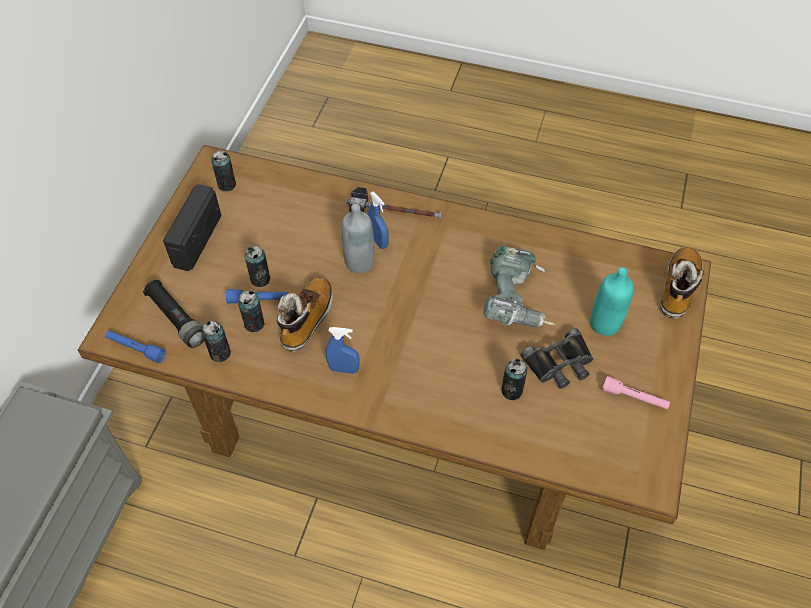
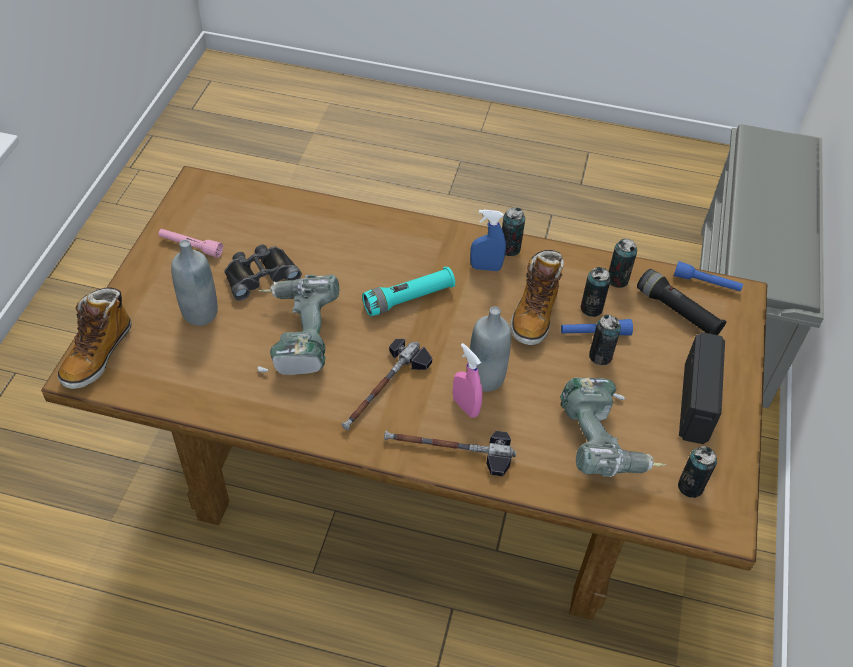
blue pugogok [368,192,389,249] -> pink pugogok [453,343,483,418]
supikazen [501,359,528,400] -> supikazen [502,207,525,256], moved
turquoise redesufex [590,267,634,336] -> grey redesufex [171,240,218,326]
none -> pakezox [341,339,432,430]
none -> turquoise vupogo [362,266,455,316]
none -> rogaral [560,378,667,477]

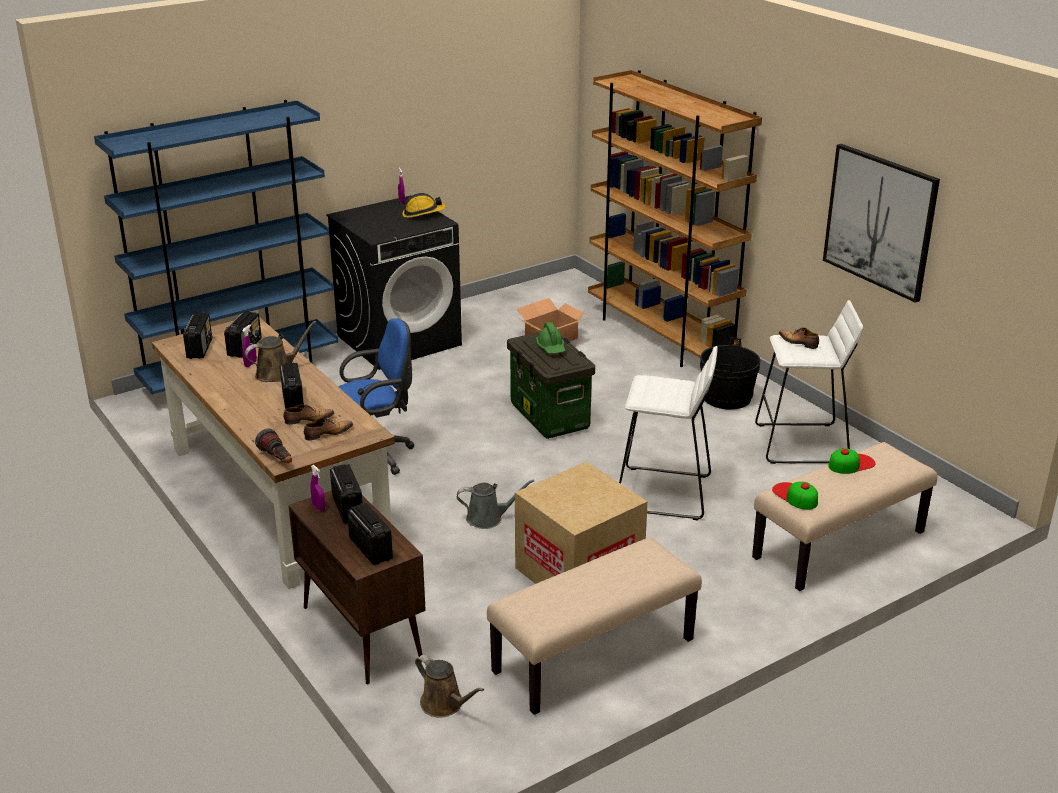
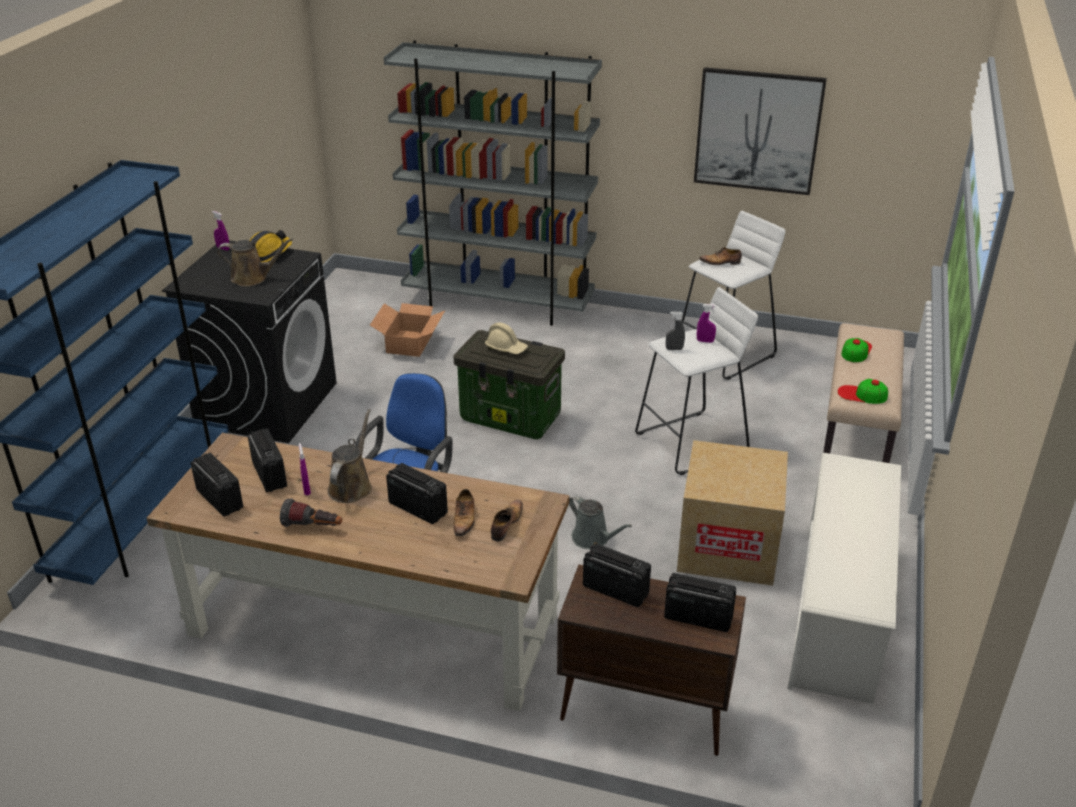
vupogo [255,428,292,463] -> vupogo [280,498,342,527], moved
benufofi [283,404,334,425] -> benufofi [454,489,474,536], 150 degrees clockwise
purple pugogok [311,465,325,511] -> purple pugogok [697,304,716,343], moved
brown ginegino [415,655,484,717] -> brown ginegino [217,238,293,286], moved
grey ginegino [457,480,534,529] -> grey ginegino [569,495,632,549], 90 degrees clockwise
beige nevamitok [487,537,702,715] -> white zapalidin [788,453,901,704]
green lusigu [536,322,566,354] -> beige lusigu [485,323,528,354]
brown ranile [588,70,762,367] -> grey ranile [384,40,602,326]
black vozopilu [700,337,760,409] -> none
none -> grey pugogok [666,312,685,350]

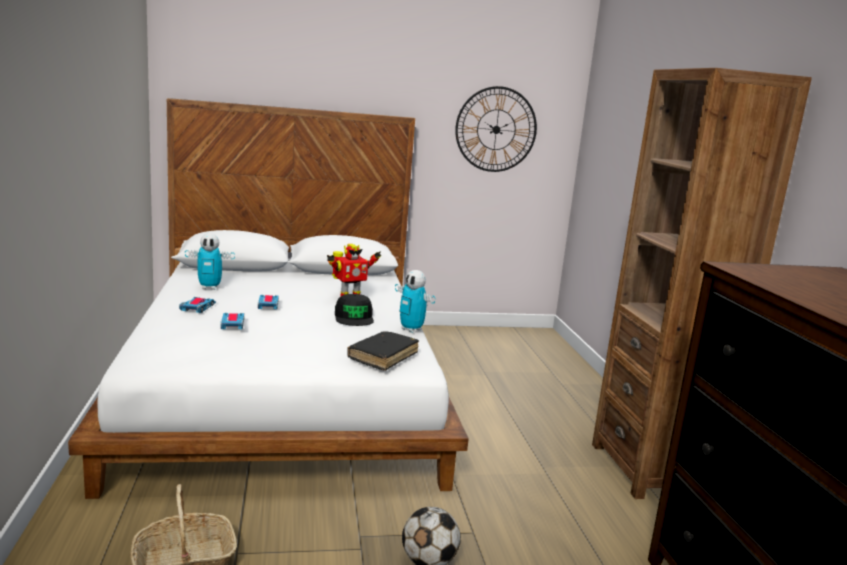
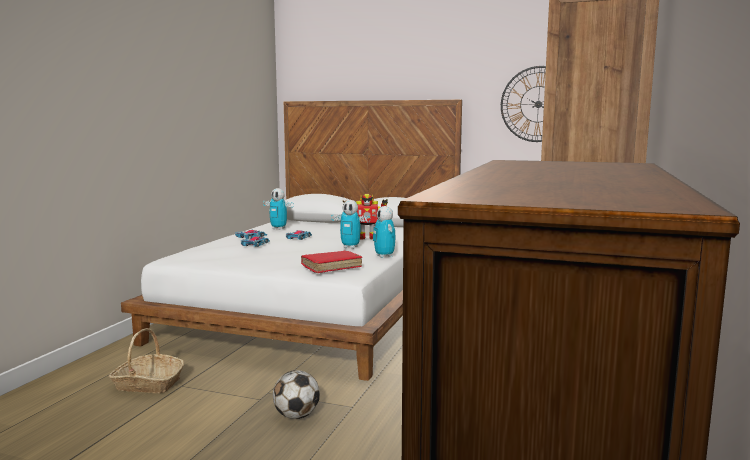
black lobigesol [335,294,374,326] -> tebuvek [331,200,370,249]
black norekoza [347,331,419,371] -> red norekoza [301,251,362,273]

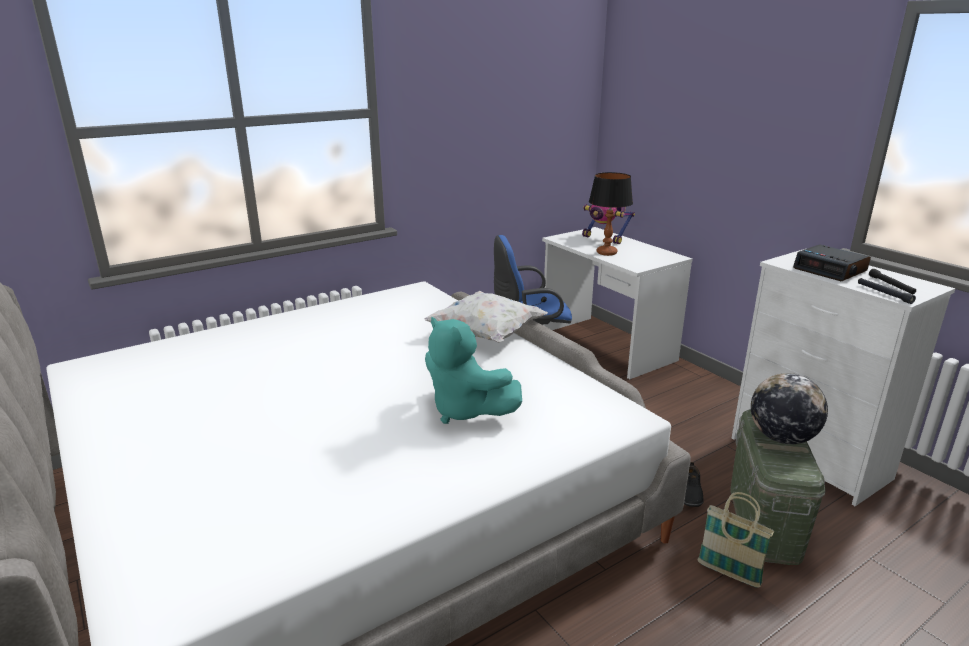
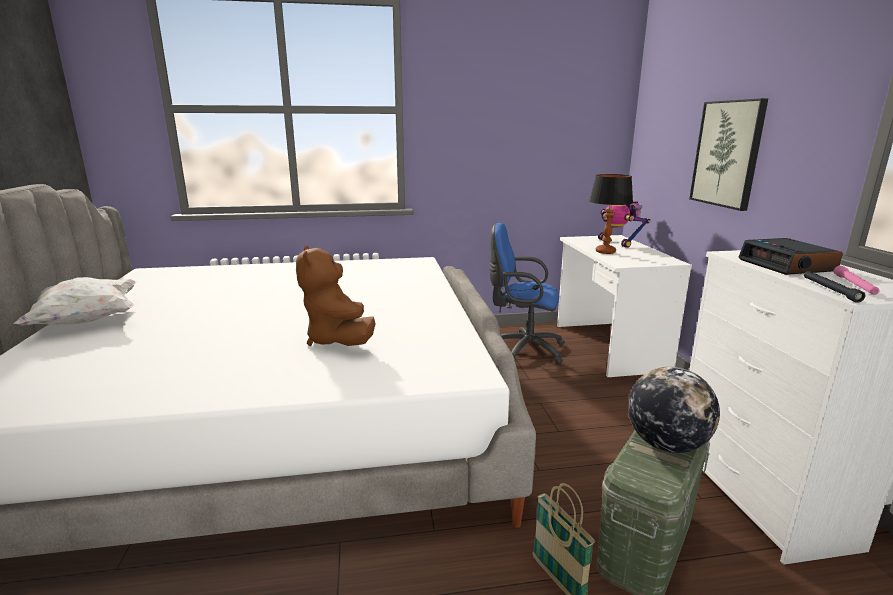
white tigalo [424,291,548,343] -> white tigalo [13,277,136,326], moved
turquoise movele [425,317,522,424] -> brown movele [296,245,375,346]
black benufofi [684,462,703,507] -> none
black vupogo [869,269,916,294] -> pink vupogo [833,266,880,295]
none -> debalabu [689,98,768,211]

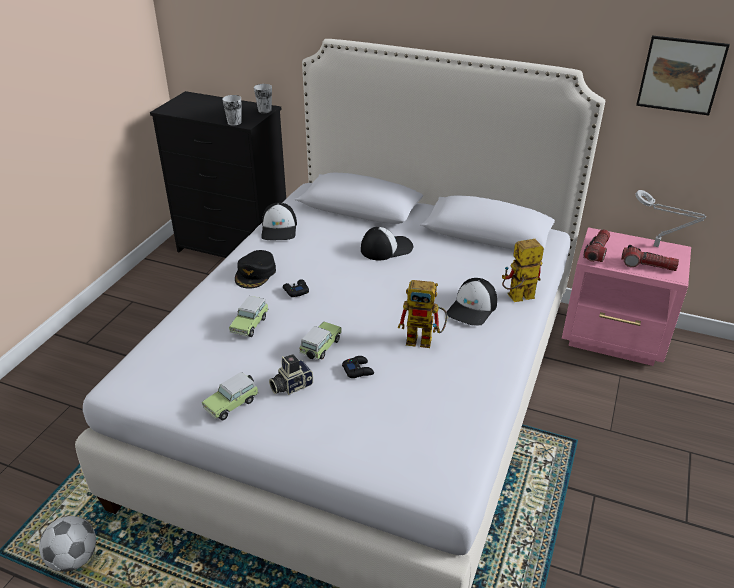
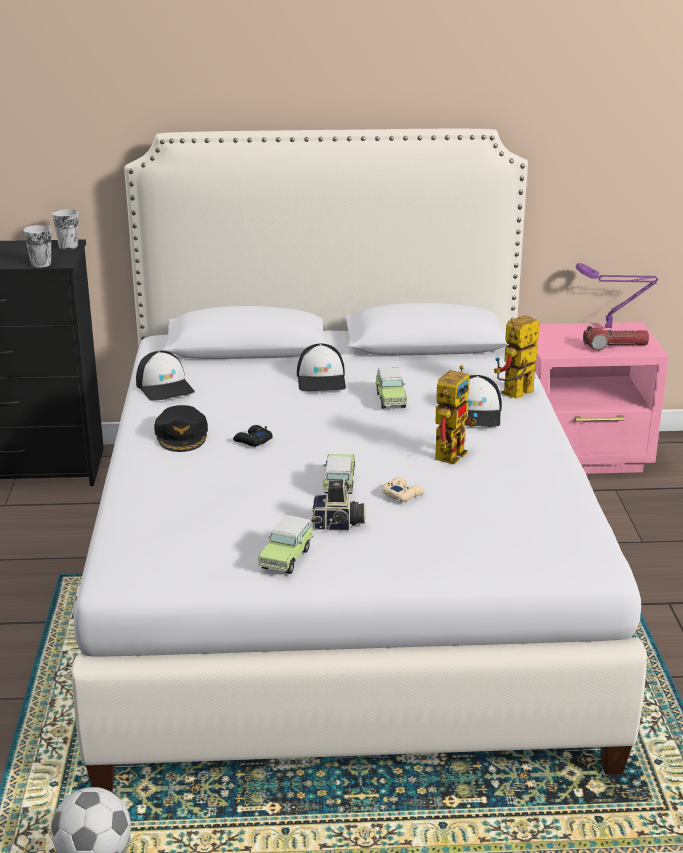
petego [229,296,269,337] -> petego [375,368,407,409], moved
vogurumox [269,354,313,395] -> vogurumox [312,479,365,531], 120 degrees counterclockwise
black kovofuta [342,356,374,378] -> beige kovofuta [382,477,424,502]
lobigesol [361,227,413,260] -> lobigesol [297,344,346,391], 135 degrees clockwise
tebuvek [398,280,447,348] -> tebuvek [435,365,477,465], 45 degrees counterclockwise
vupogo [583,229,610,262] -> none
debalabu [636,36,730,116] -> none
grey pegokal [636,190,706,247] -> purple pegokal [576,263,658,328]

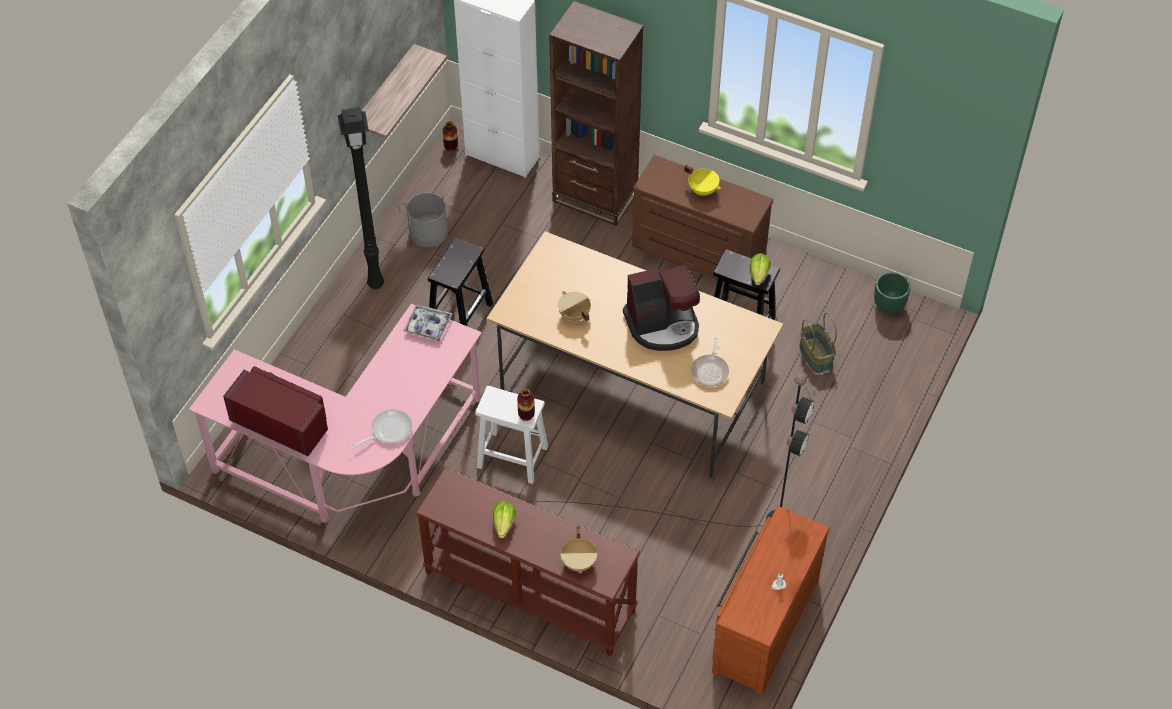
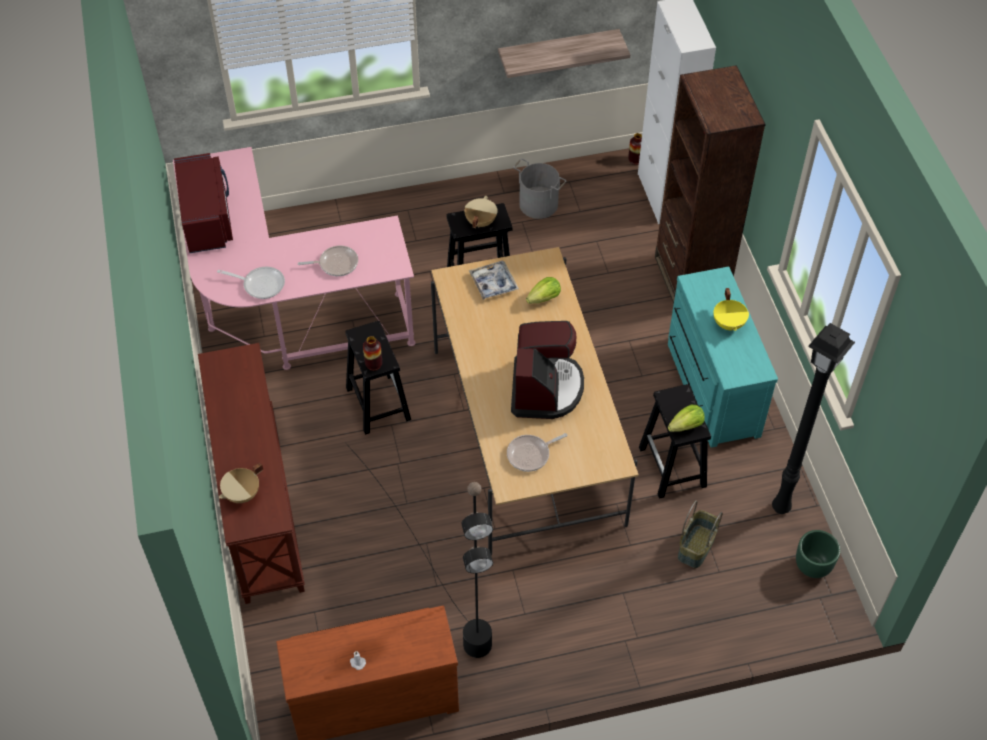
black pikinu [338,107,384,289] -> black pikinu [772,323,855,514], moved
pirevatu [403,305,452,341] -> pirevatu [468,261,519,300], moved
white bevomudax [475,386,548,484] -> black bevomudax [345,321,411,435]
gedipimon [493,501,516,538] -> gedipimon [526,277,561,304], moved
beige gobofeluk [558,291,591,321] -> beige gobofeluk [464,196,498,228], moved
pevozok [623,264,700,351] -> pevozok [511,321,584,419], 120 degrees counterclockwise
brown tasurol [632,155,773,290] -> turquoise tasurol [668,267,778,448]
none -> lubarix [298,246,358,276]

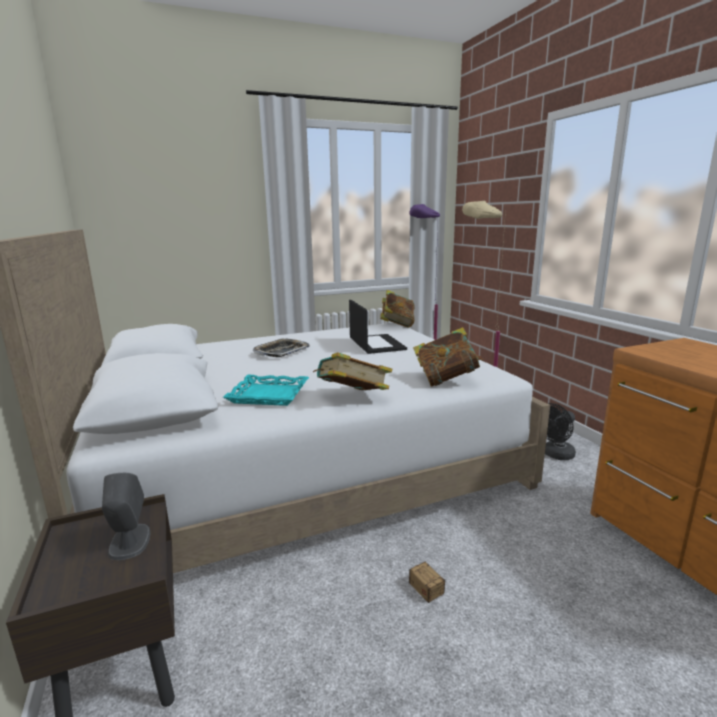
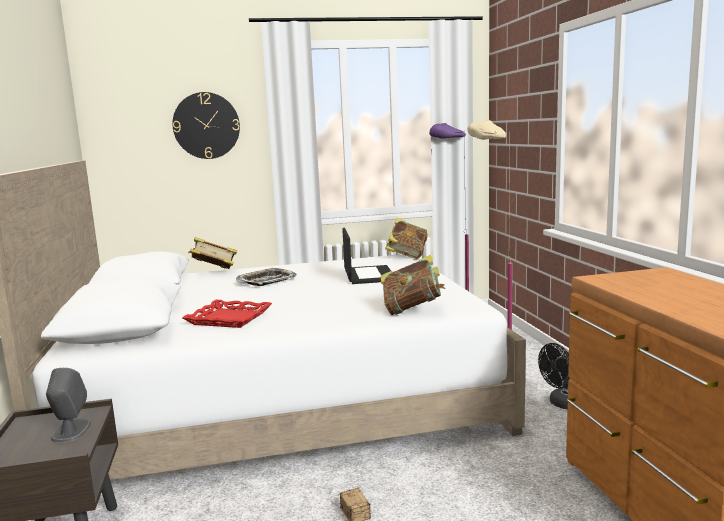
turquoise pirevatu [223,375,309,406] -> red pirevatu [182,300,272,328]
norekoza [313,352,392,390] -> norekoza [188,237,237,269], moved
none -> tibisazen [172,92,240,159]

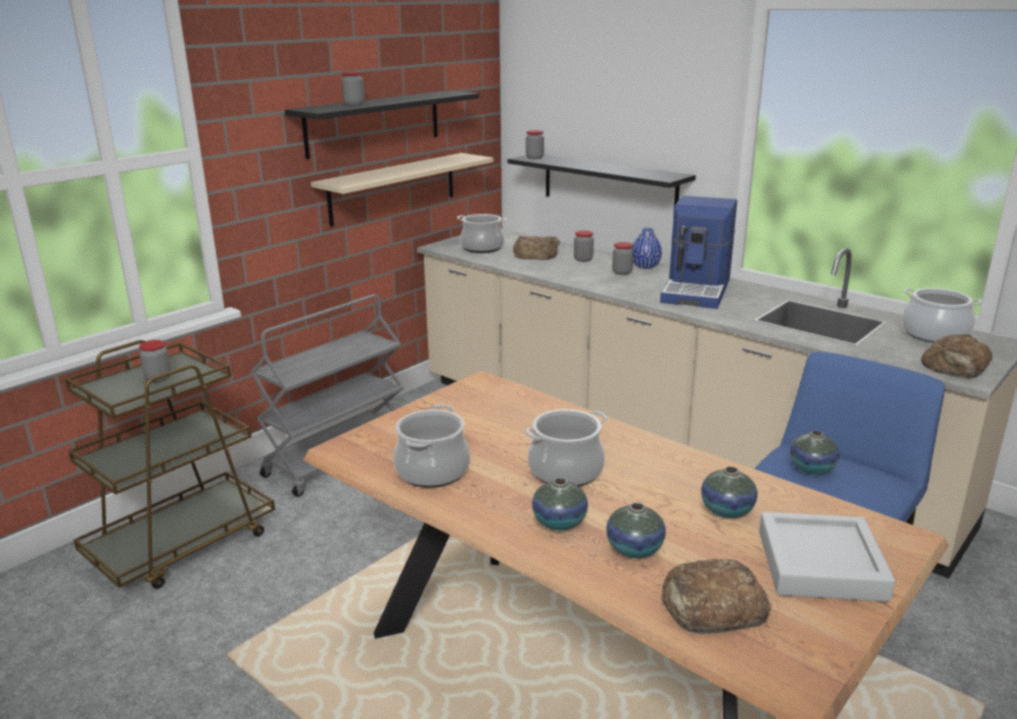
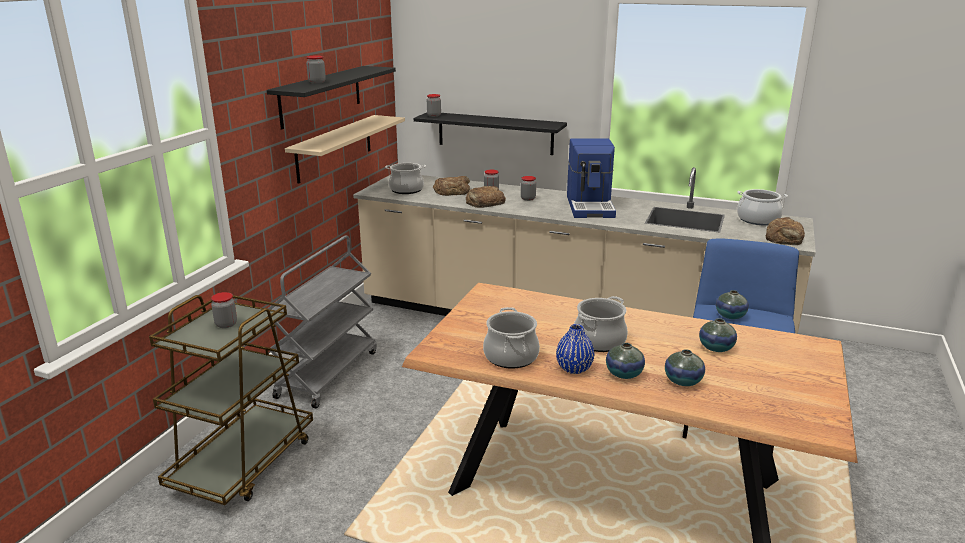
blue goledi [632,228,662,269] -> blue goledi [556,324,594,374], moved
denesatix [661,559,772,634] -> denesatix [466,186,506,208], moved
grey pirevatu [759,512,895,602] -> none

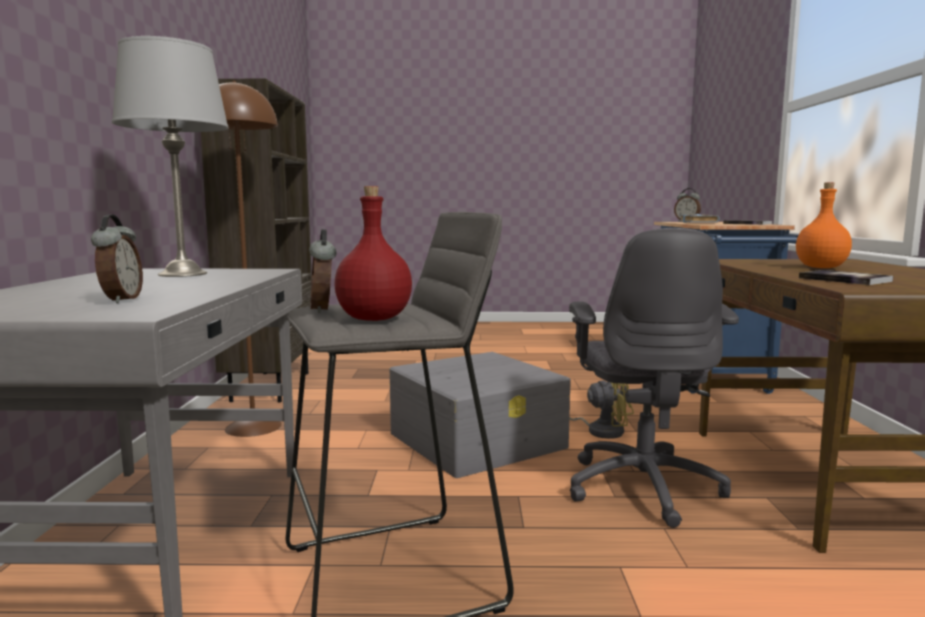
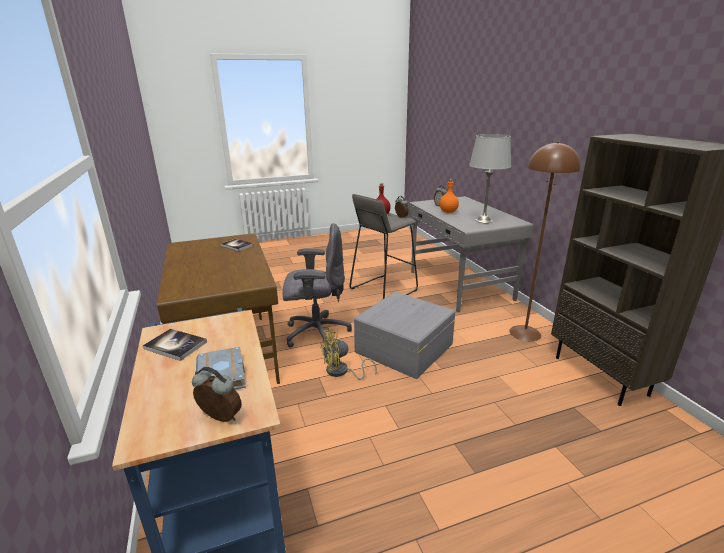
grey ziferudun [569,228,739,528] -> grey ziferudun [282,223,352,348], 105 degrees clockwise
orange redesufex [796,182,852,268] -> orange redesufex [439,179,459,213], moved

